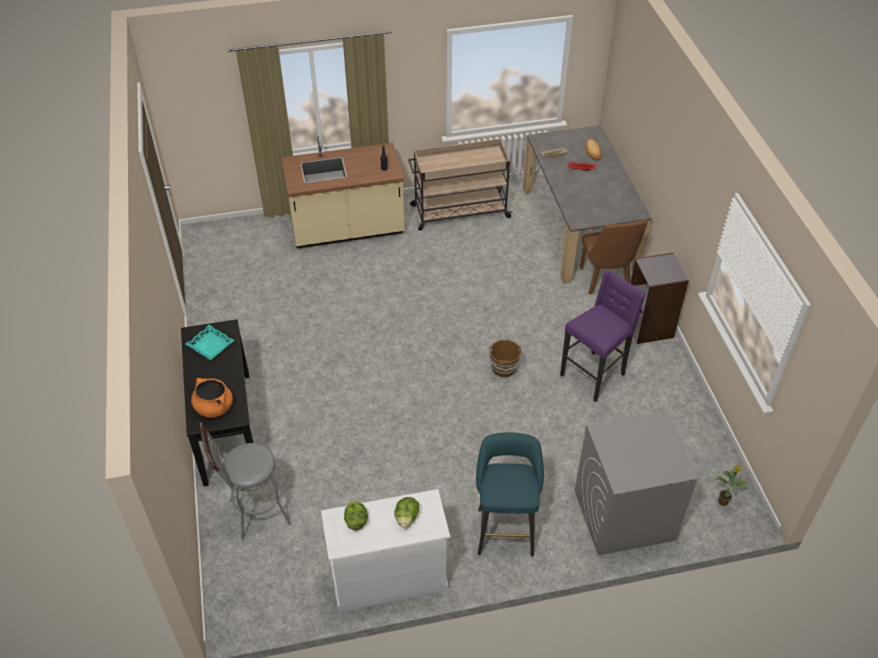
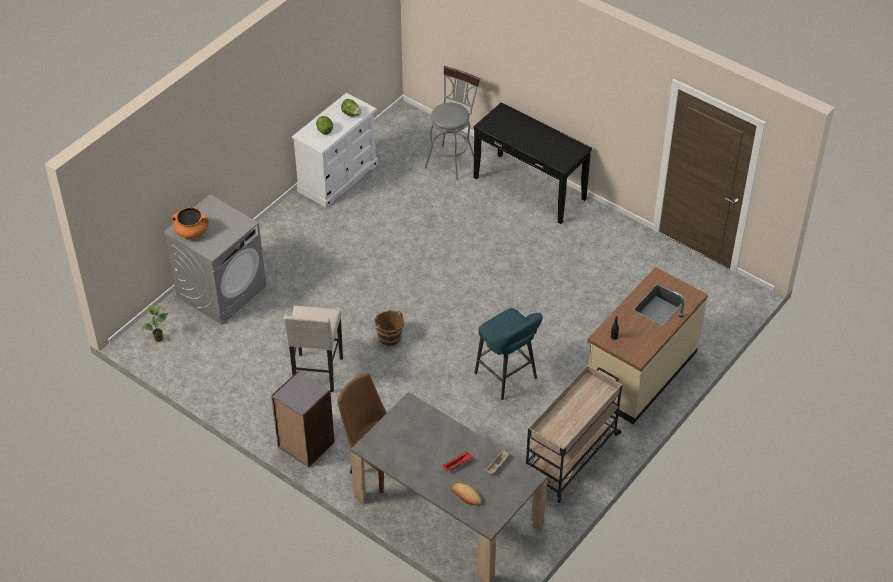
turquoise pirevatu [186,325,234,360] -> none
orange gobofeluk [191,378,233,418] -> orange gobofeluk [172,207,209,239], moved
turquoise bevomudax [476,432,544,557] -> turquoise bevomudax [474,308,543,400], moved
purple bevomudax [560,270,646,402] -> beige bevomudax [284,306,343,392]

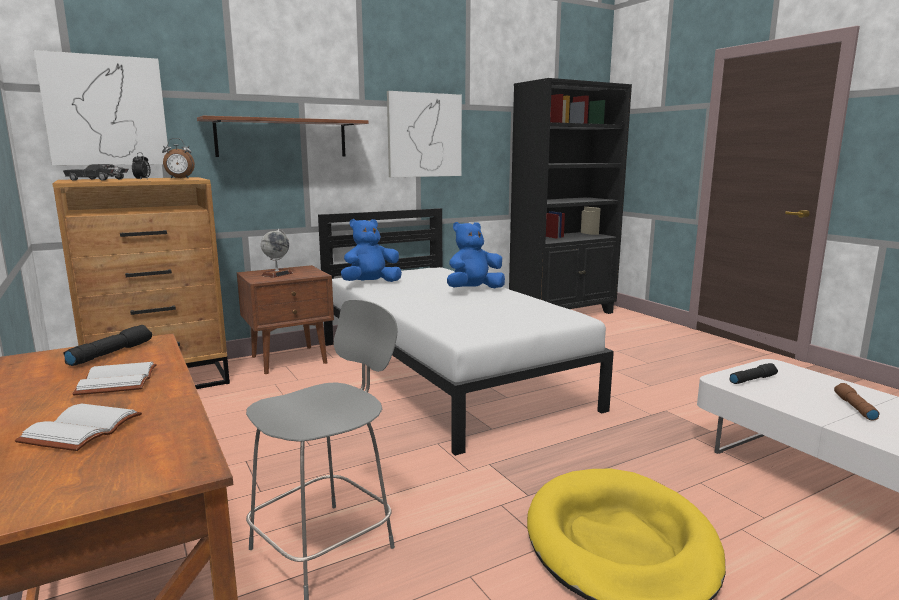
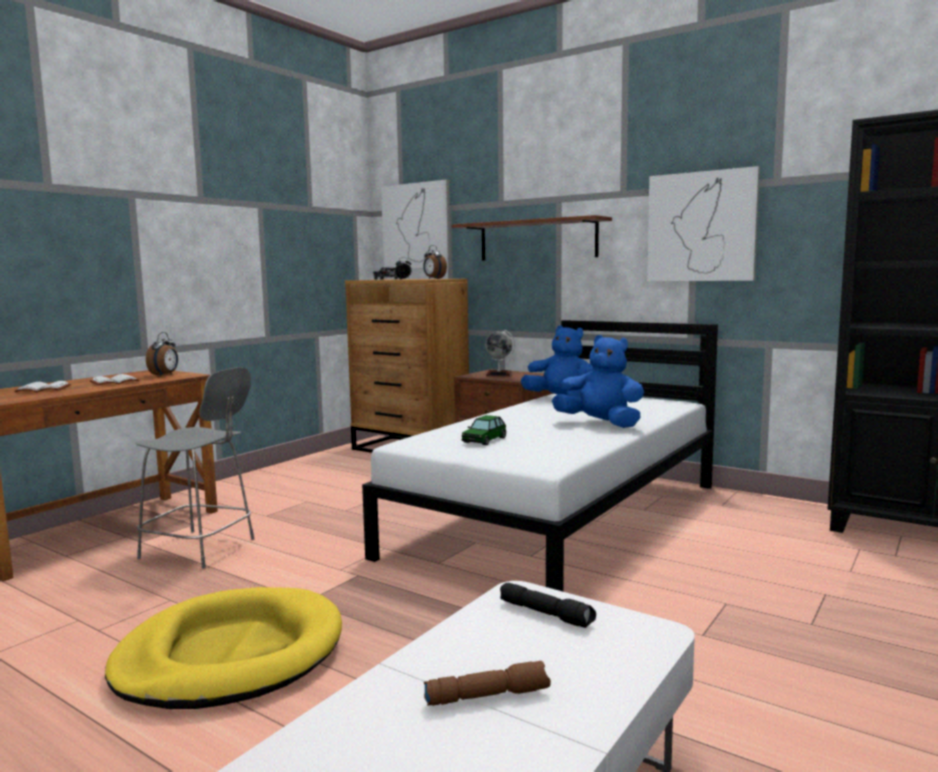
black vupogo [63,325,152,366] -> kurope [146,332,178,377]
none -> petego [461,415,506,445]

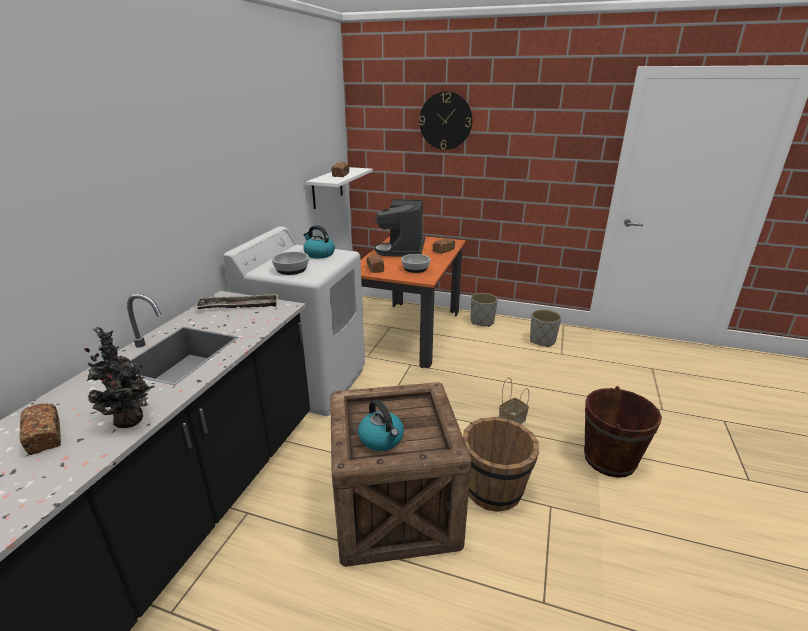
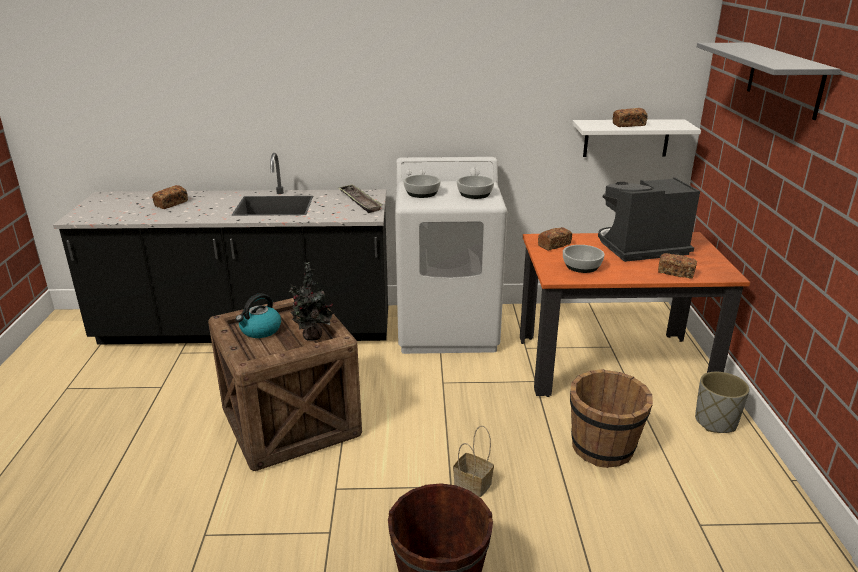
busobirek [84,326,155,428] -> busobirek [289,262,335,341], moved
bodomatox [303,225,335,259] -> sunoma [457,175,494,199]
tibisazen [419,91,472,150] -> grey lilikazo [697,43,841,120]
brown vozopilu [463,417,539,512] -> brown vozopilu [570,369,653,468], moved
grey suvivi [530,310,561,347] -> none

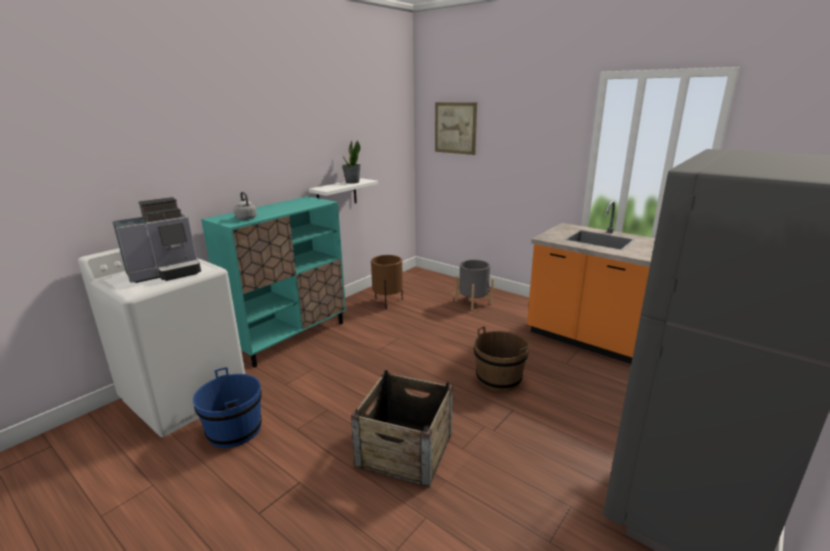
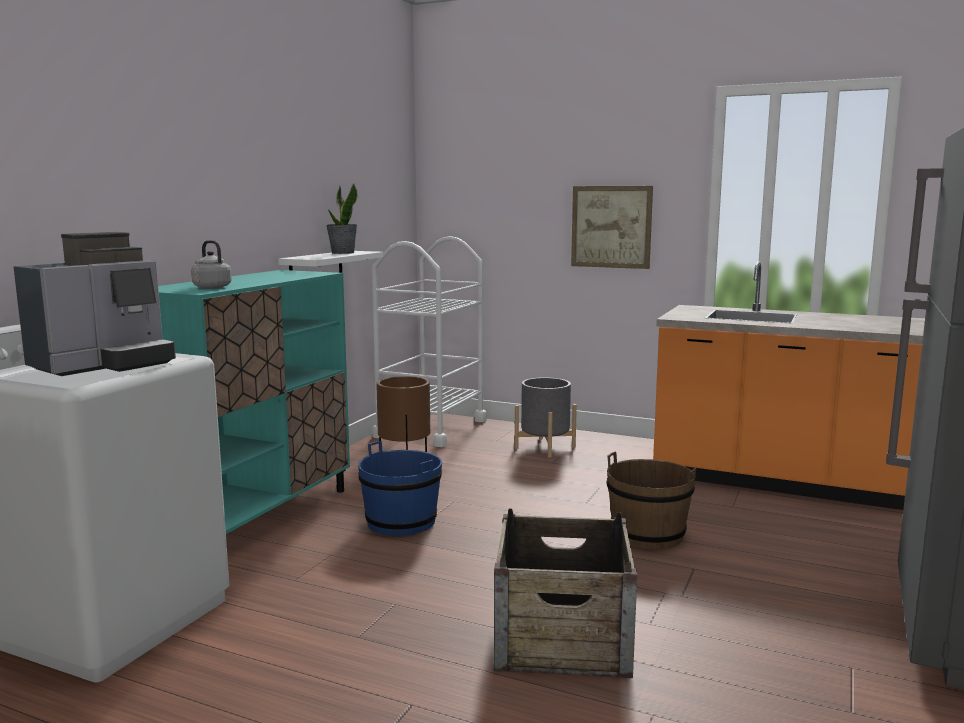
blue vozopilu [193,367,262,448] -> blue vozopilu [358,441,442,536], moved
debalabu [435,102,477,155] -> debalabu [571,186,653,269], moved
none -> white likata [372,236,487,447]

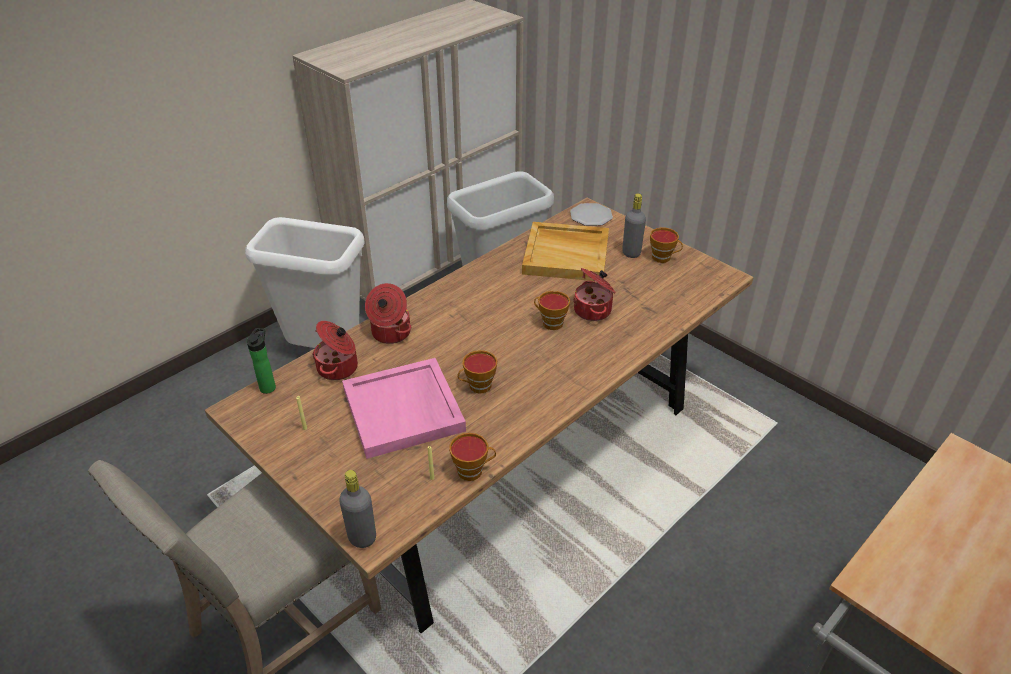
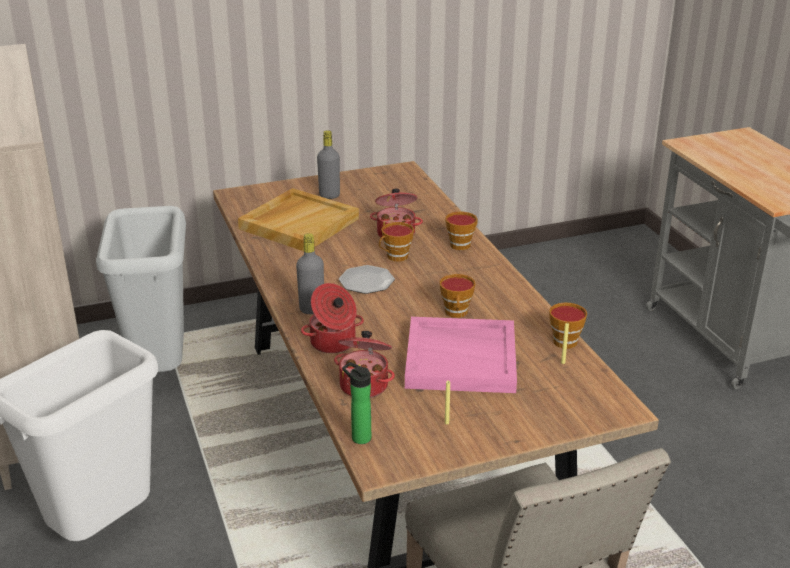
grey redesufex [339,470,376,548] -> grey redesufex [296,233,324,314], moved
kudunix [570,203,613,226] -> kudunix [339,265,395,294], moved
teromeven [650,227,683,263] -> teromeven [445,212,478,250], moved

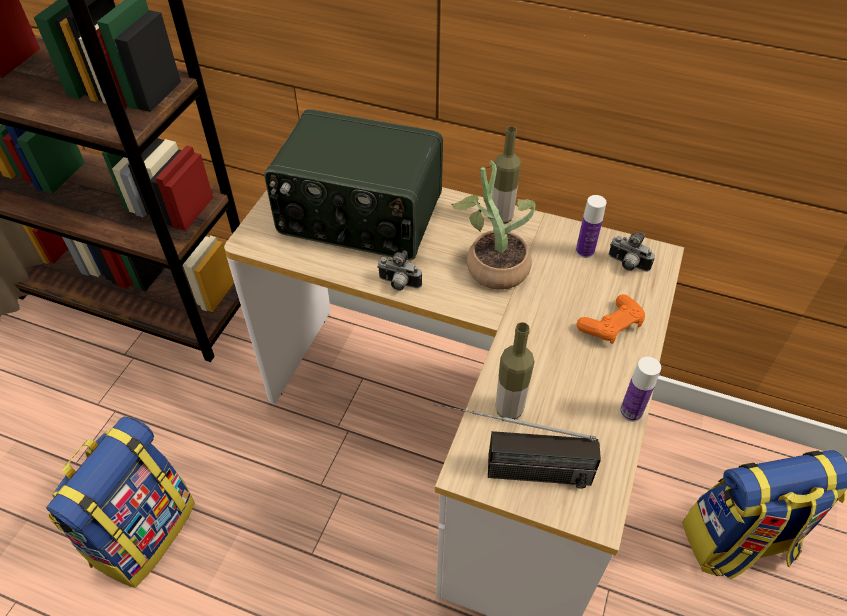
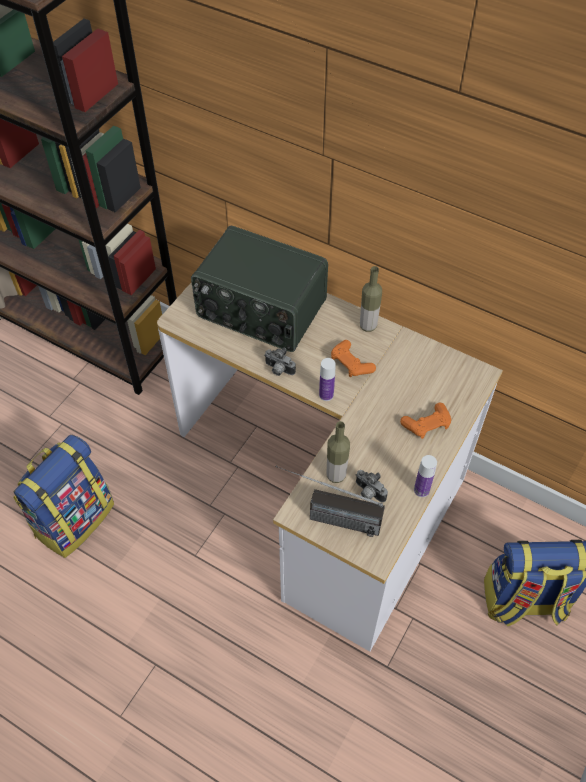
busobirek [451,160,536,290] -> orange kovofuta [331,340,376,377]
redesufex [576,195,607,258] -> redesufex [319,358,336,401], moved
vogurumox [609,232,655,272] -> vogurumox [356,470,388,502], moved

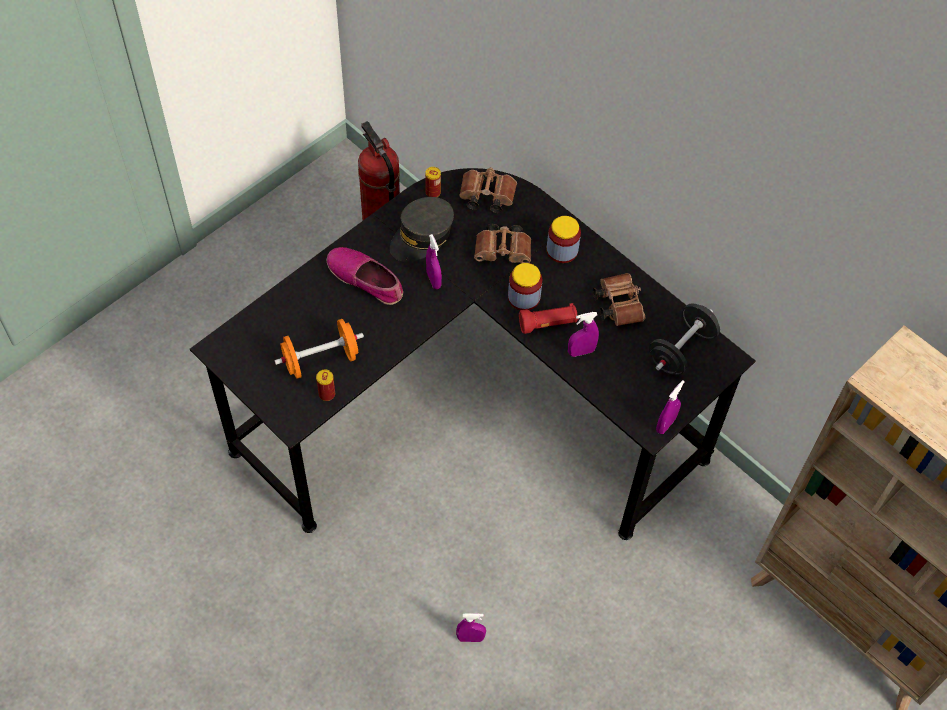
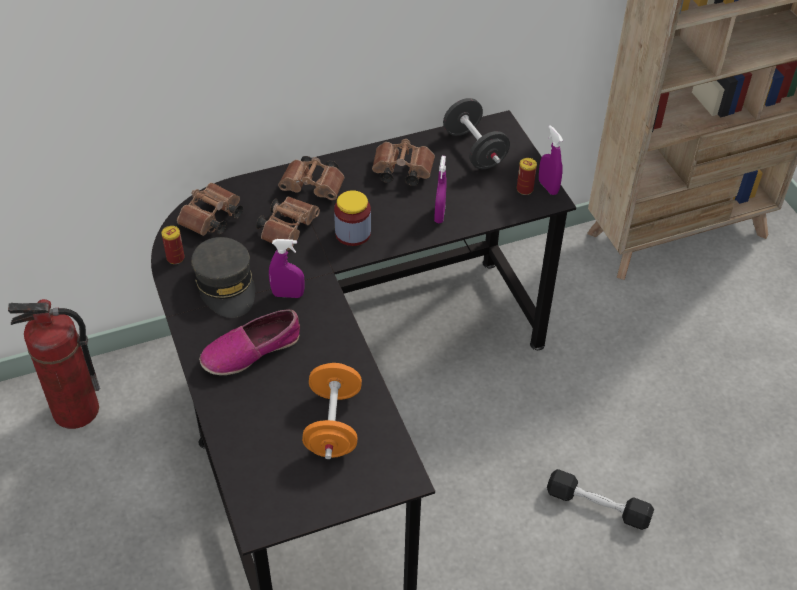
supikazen [316,369,335,401] -> supikazen [517,158,537,195], moved
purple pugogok [456,613,486,642] -> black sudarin [547,469,654,530]
red vupogo [519,303,578,334] -> none
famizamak [546,216,581,263] -> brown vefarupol [278,156,345,200]

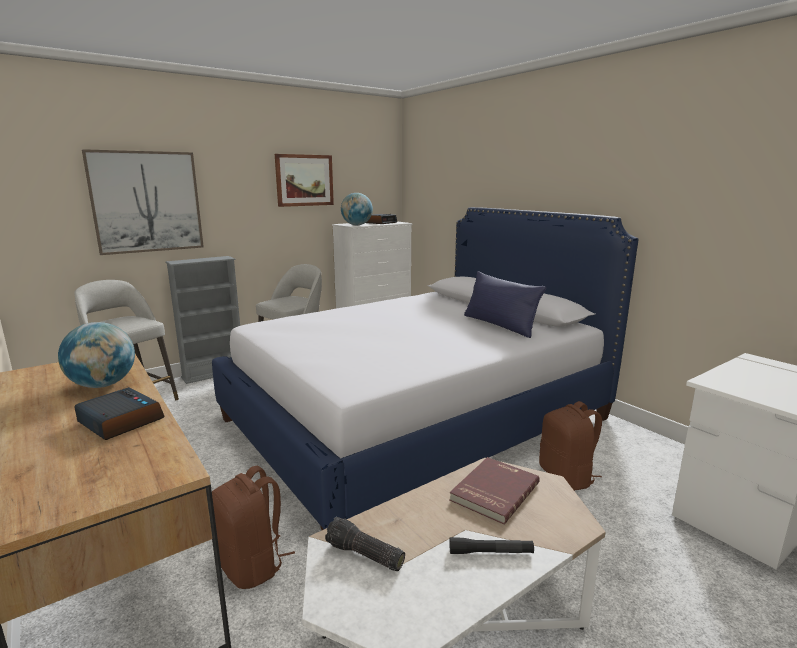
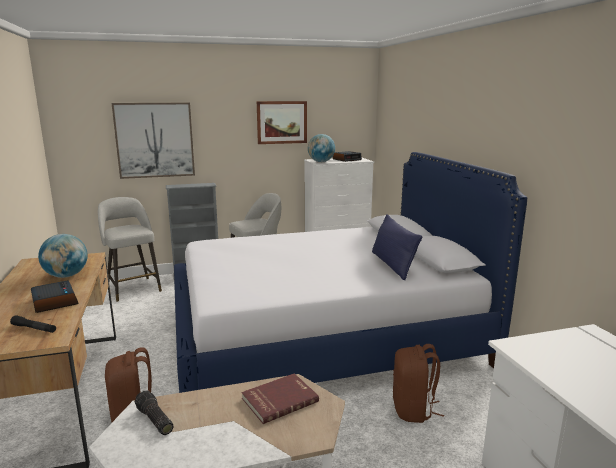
black vupogo [449,537,534,554] -> black vupogo [10,315,56,333], moved

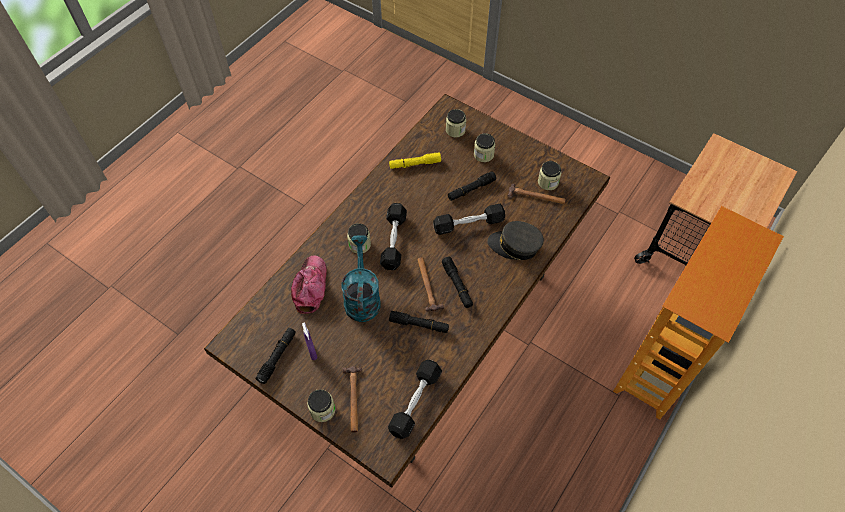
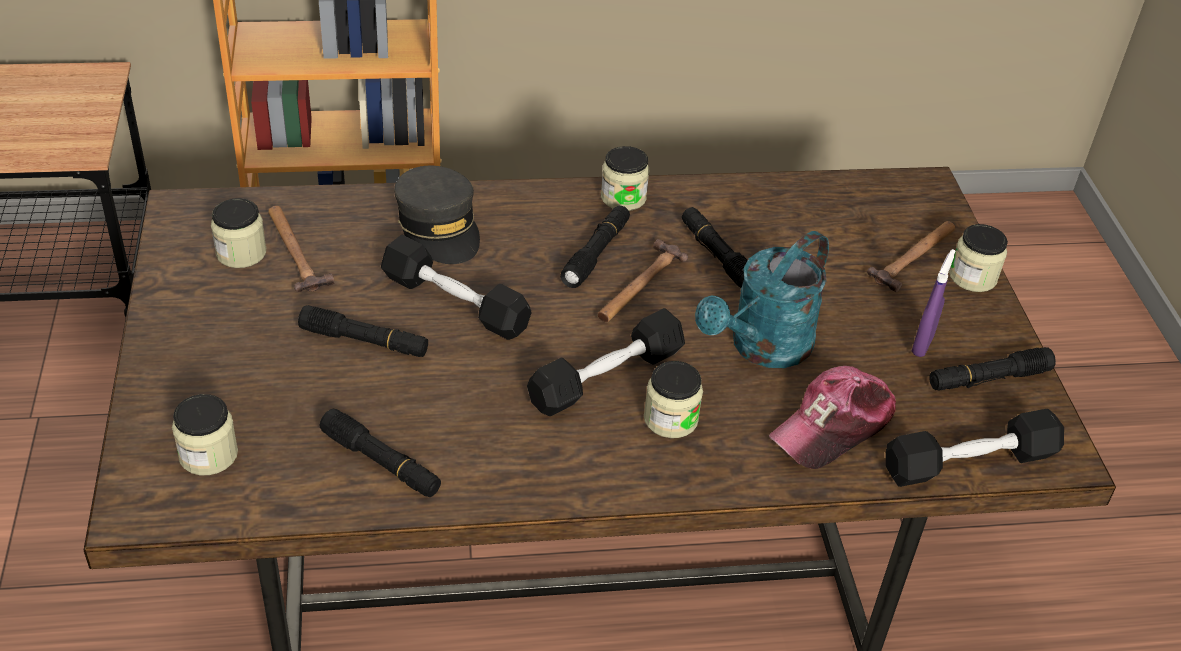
black sudarin [388,360,442,439] -> black sudarin [886,409,1064,487], moved
yellow vupogo [389,153,441,169] -> black vupogo [320,408,441,497]
famizamak [474,133,495,162] -> famizamak [601,146,649,211], moved

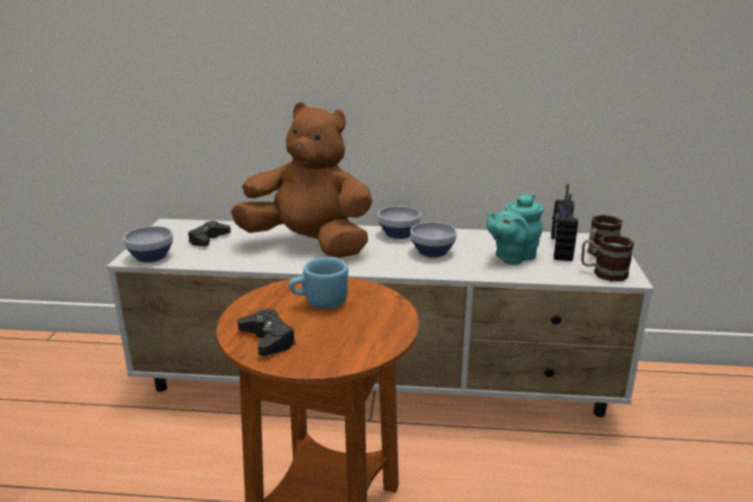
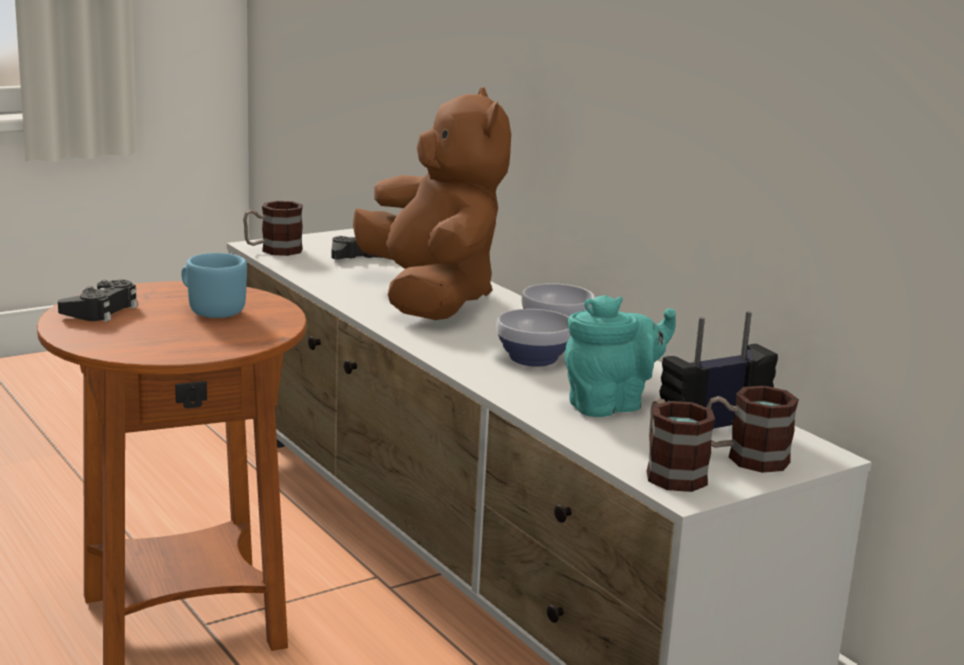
sunoma [123,226,173,263] -> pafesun [243,201,303,256]
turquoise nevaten [487,194,544,265] -> turquoise nevaten [565,295,676,417], 135 degrees clockwise

